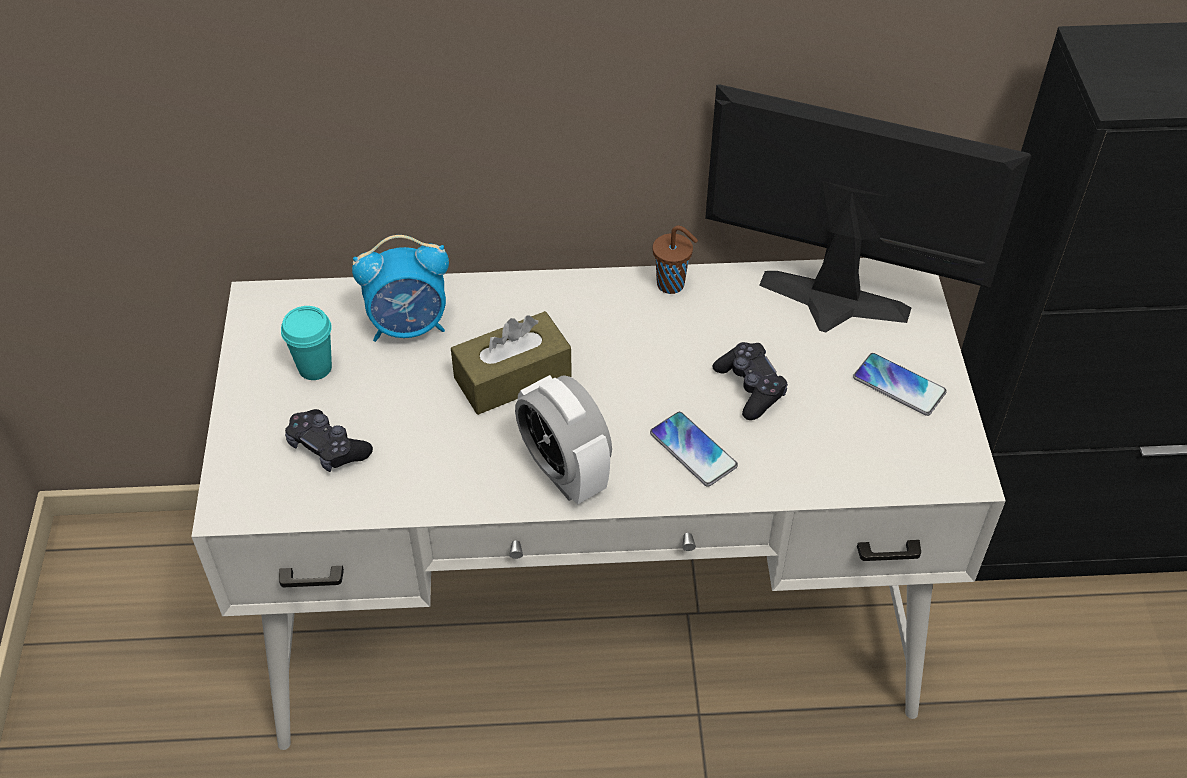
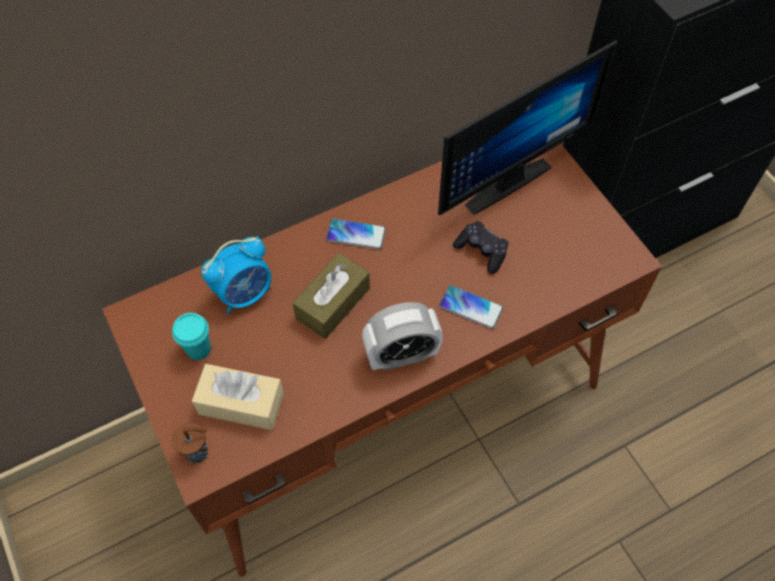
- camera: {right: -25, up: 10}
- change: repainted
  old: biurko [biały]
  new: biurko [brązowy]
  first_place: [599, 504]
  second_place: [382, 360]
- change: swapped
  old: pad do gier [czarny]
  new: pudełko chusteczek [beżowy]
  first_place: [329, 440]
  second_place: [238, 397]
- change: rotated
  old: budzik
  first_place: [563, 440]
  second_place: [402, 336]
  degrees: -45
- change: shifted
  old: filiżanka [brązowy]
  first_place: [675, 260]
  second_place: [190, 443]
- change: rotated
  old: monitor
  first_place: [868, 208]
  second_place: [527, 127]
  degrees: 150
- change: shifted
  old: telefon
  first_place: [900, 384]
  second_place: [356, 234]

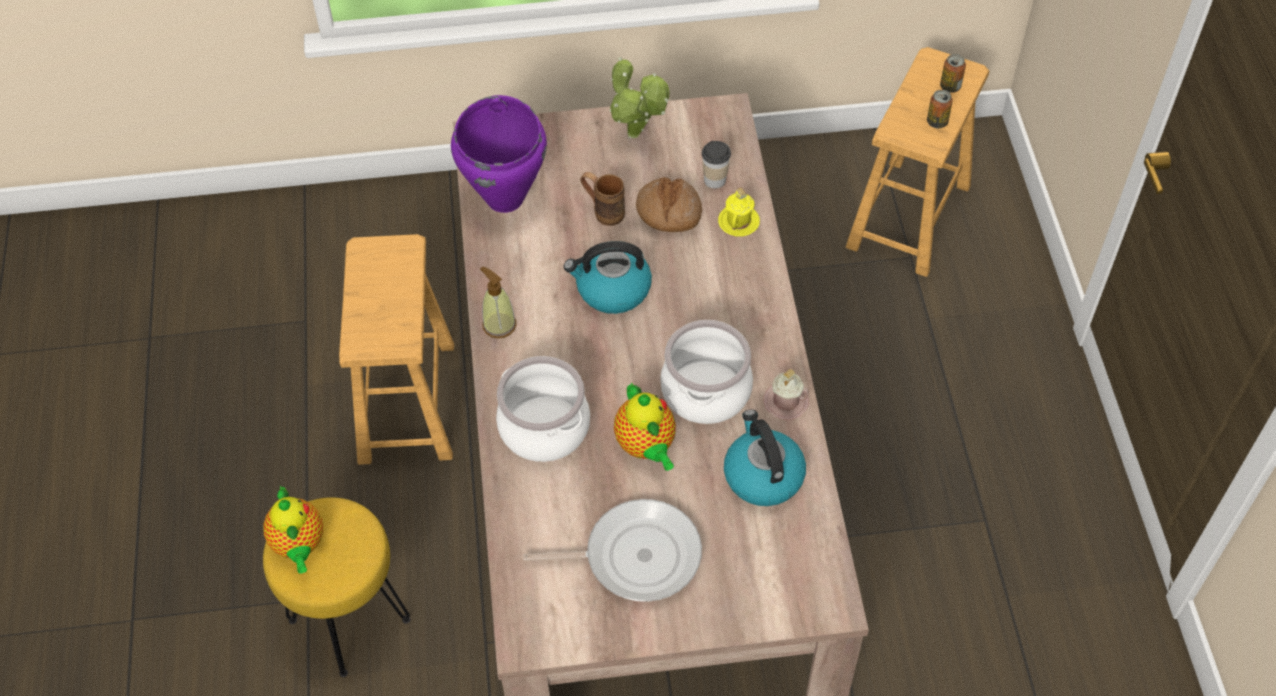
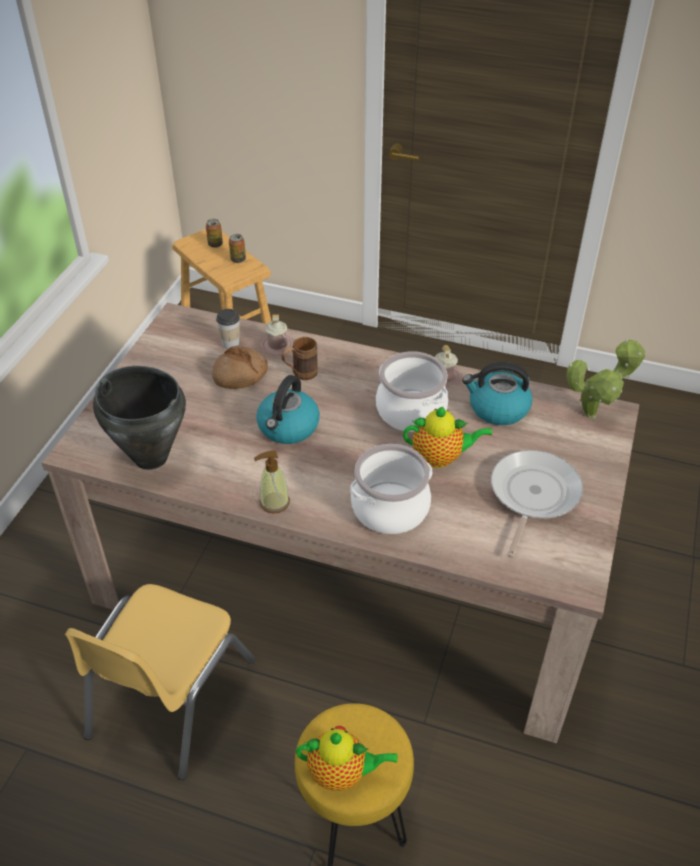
- camera: {right: -65, up: -10}
- change: swapped
  old: stołek [brązowy]
  new: krzesło [żółty]
  first_place: [396, 349]
  second_place: [160, 682]
- change: repainted
  old: garnek [fioletowy]
  new: garnek [czarny]
  first_place: [499, 154]
  second_place: [139, 418]
- change: shifted
  old: kubek [brązowy]
  first_place: [602, 199]
  second_place: [299, 358]
- change: shifted
  old: roślina doniczkowa
  first_place: [639, 97]
  second_place: [605, 379]
- change: repainted
  old: kubek [żółty]
  new: kubek [różowy]
  first_place: [739, 212]
  second_place: [277, 334]

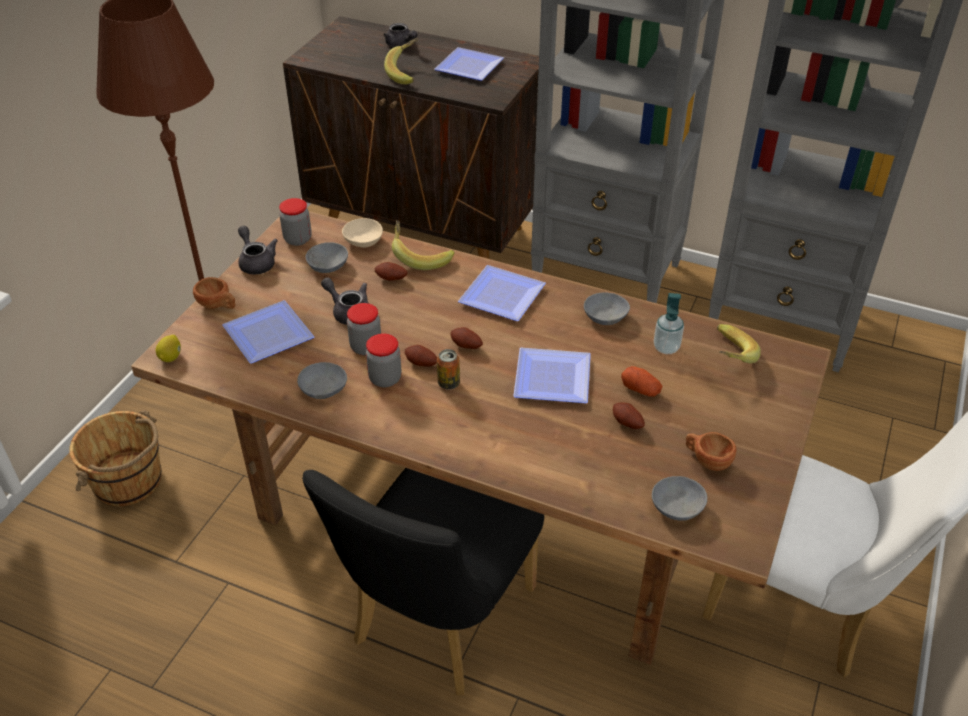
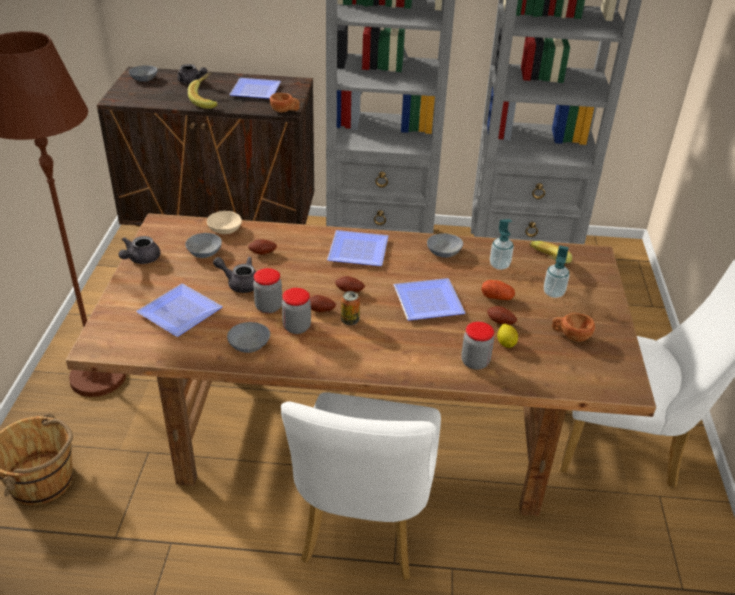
- camera: {right: -20, up: -5}
- change: shifted
  old: cytryna
  first_place: [168, 348]
  second_place: [507, 336]
- change: shifted
  old: filiżanka [brązowy]
  first_place: [214, 293]
  second_place: [285, 103]
- change: rotated
  old: imbryk [szary]
  first_place: [258, 250]
  second_place: [139, 250]
  degrees: -105
- change: shifted
  old: słoik
  first_place: [295, 222]
  second_place: [477, 346]
- change: repainted
  old: krzesło [czarny]
  new: krzesło [biały]
  first_place: [423, 581]
  second_place: [361, 486]
- change: gone
  old: banan
  first_place: [423, 245]
- change: shifted
  old: miska [szary]
  first_place: [679, 498]
  second_place: [143, 73]
- change: new
  new: dozownik mydła
  second_place: [557, 271]

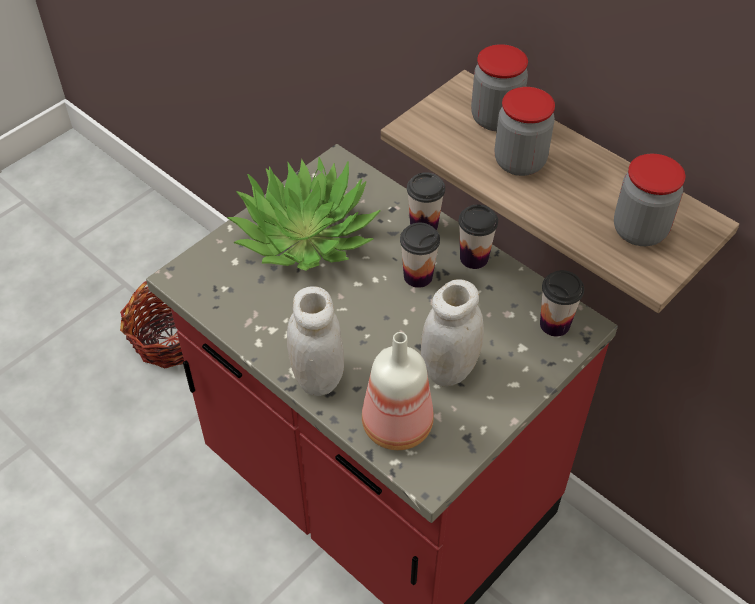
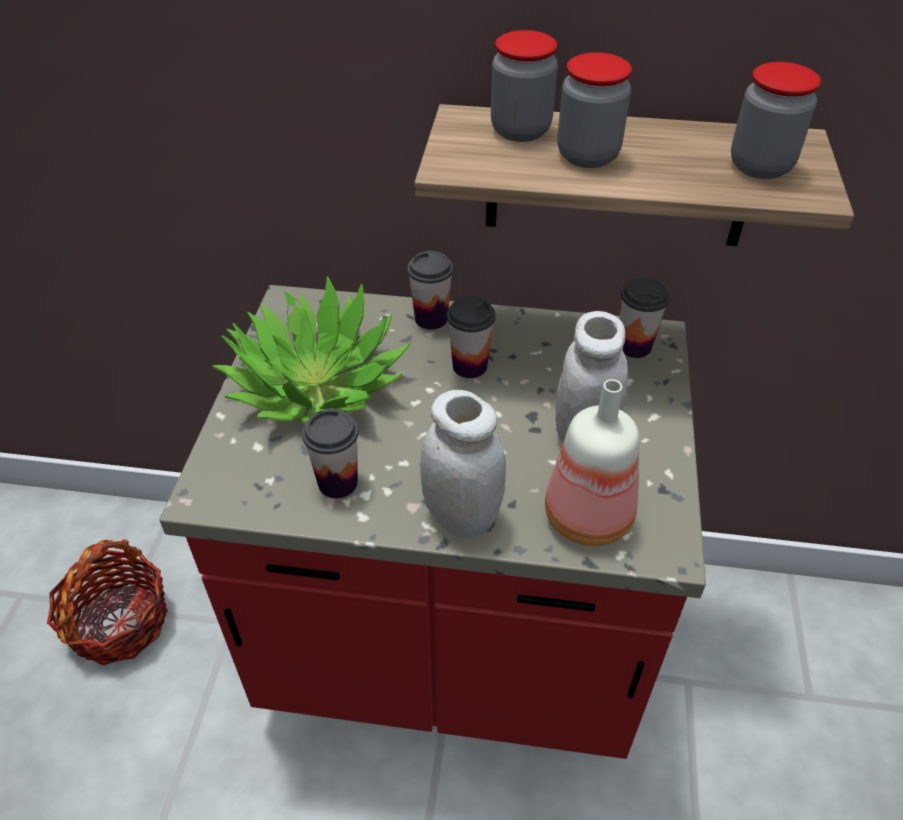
- camera: {right: -35, up: -5}
- change: shifted
  old: filiżanka
  first_place: [478, 236]
  second_place: [330, 453]

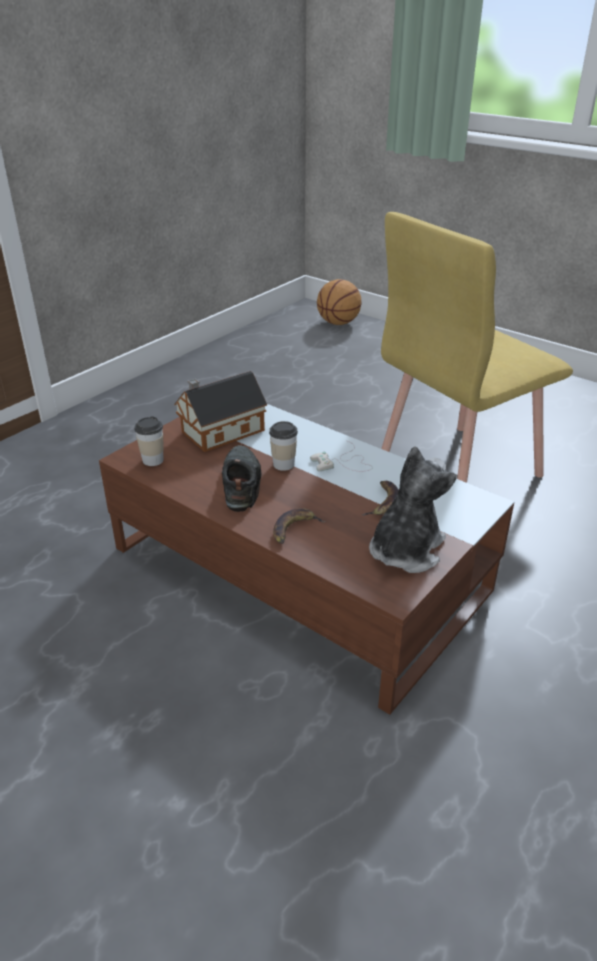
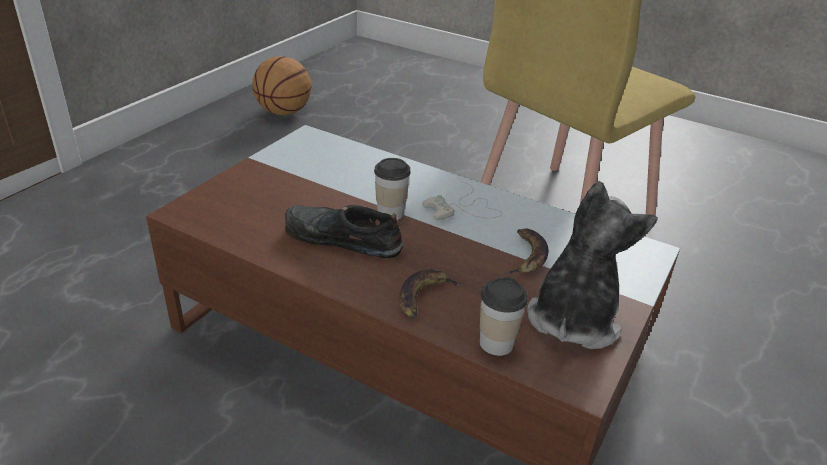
- camera: {right: -10, up: 0}
- change: shifted
  old: filiżanka
  first_place: [149, 441]
  second_place: [504, 316]
- change: gone
  old: domek
  first_place: [220, 411]
- change: rotated
  old: but [czarny]
  first_place: [241, 478]
  second_place: [344, 231]
  degrees: -60
- change: shifted
  old: piłka do koszykówki
  first_place: [339, 302]
  second_place: [282, 85]

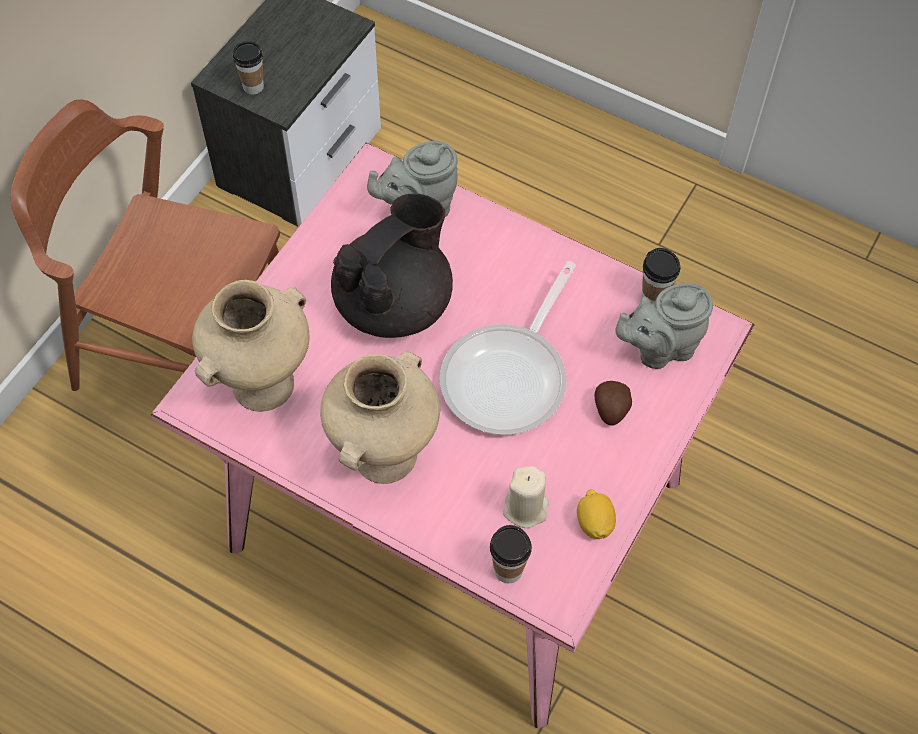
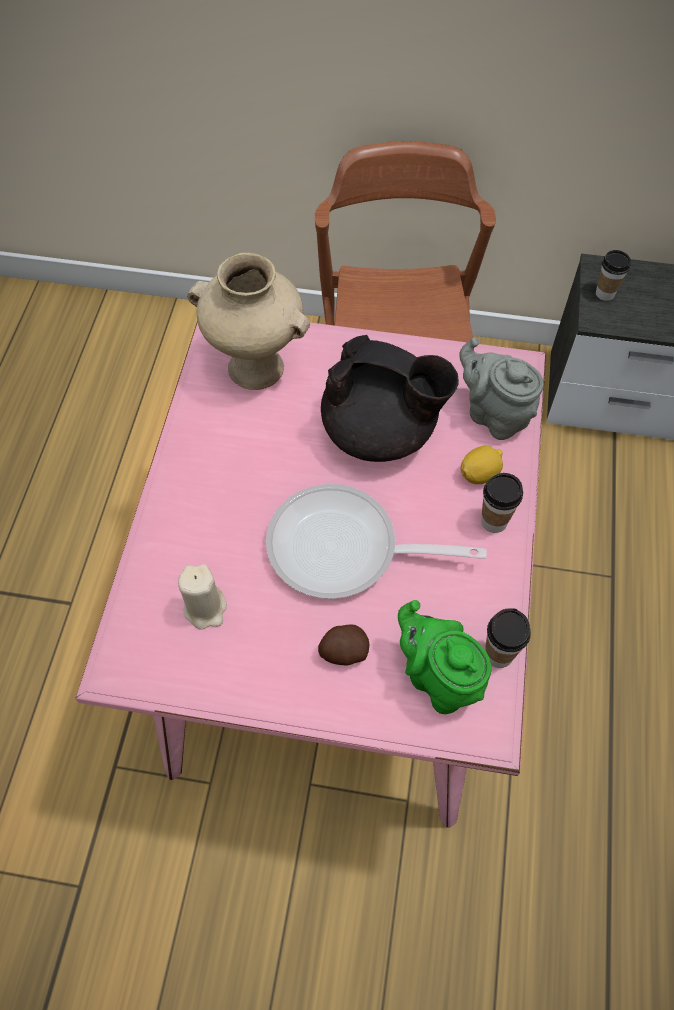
- camera: {right: 70, up: 0}
- change: gone
  old: wazon [beżowy]
  first_place: [380, 417]
- change: shifted
  old: filiżanka
  first_place: [511, 554]
  second_place: [502, 503]
- change: shifted
  old: cytryna
  first_place: [596, 514]
  second_place: [482, 465]
- change: repainted
  old: imbryk [szary]
  new: imbryk [zielony]
  first_place: [664, 326]
  second_place: [444, 657]

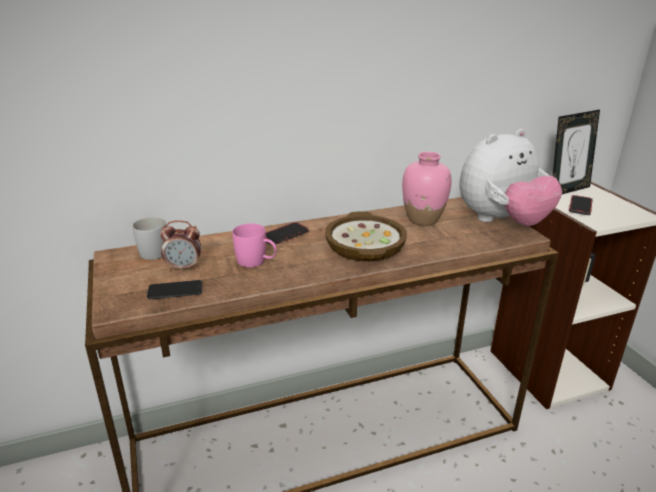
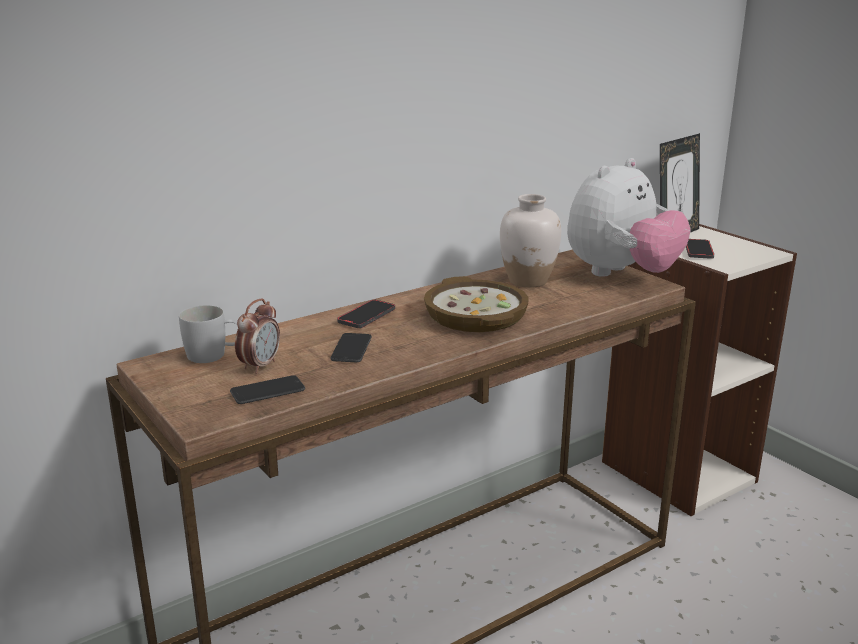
- camera: {right: -15, up: -5}
- change: rotated
  old: budzik
  first_place: [180, 245]
  second_place: [257, 336]
  degrees: -45
- change: swapped
  old: kubek [różowy]
  new: telefon
  first_place: [254, 245]
  second_place: [351, 347]
- change: repainted
  old: wazon [różowy]
  new: wazon [biały]
  first_place: [427, 189]
  second_place: [530, 241]

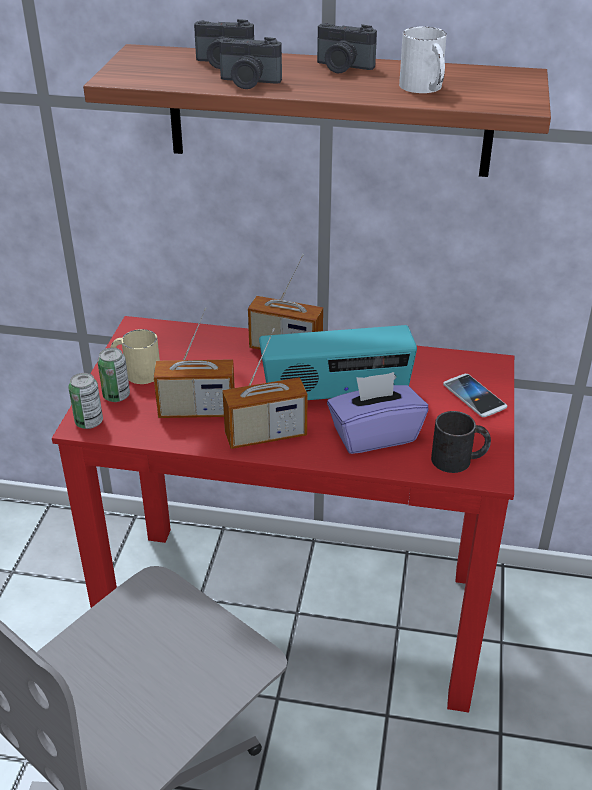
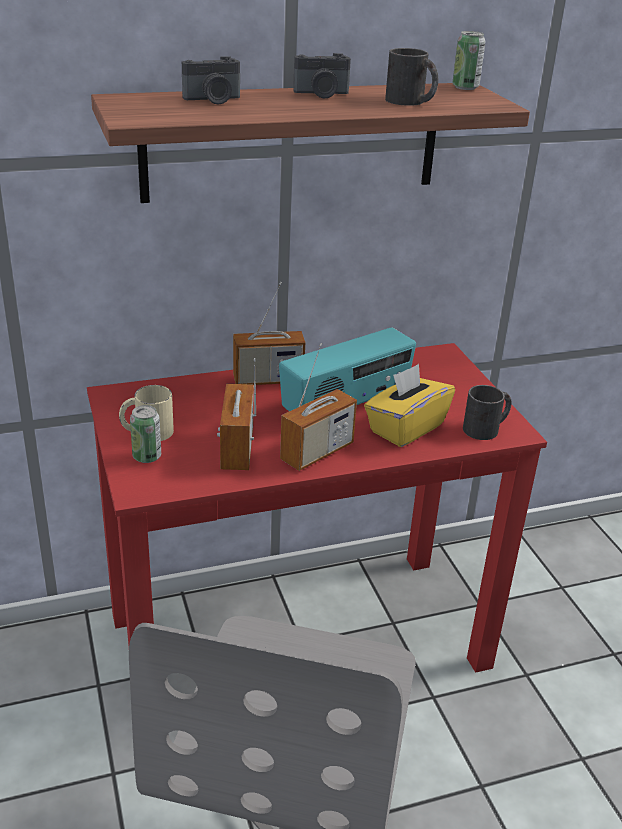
- camera: {right: -30, up: -5}
- change: shifted
  old: puszka
  first_place: [85, 401]
  second_place: [468, 60]
- change: rotated
  old: radio
  first_place: [194, 362]
  second_place: [236, 414]
  degrees: 120
- change: gone
  old: aparat fotograficzny
  first_place: [250, 63]
- change: repainted
  old: pudełko chusteczek [fioletowy]
  new: pudełko chusteczek [żółty]
  first_place: [377, 413]
  second_place: [409, 405]
- change: repainted
  old: kubek [biały]
  new: kubek [czarny]
  first_place: [423, 60]
  second_place: [411, 77]
- change: gone
  old: telefon
  first_place: [475, 395]

